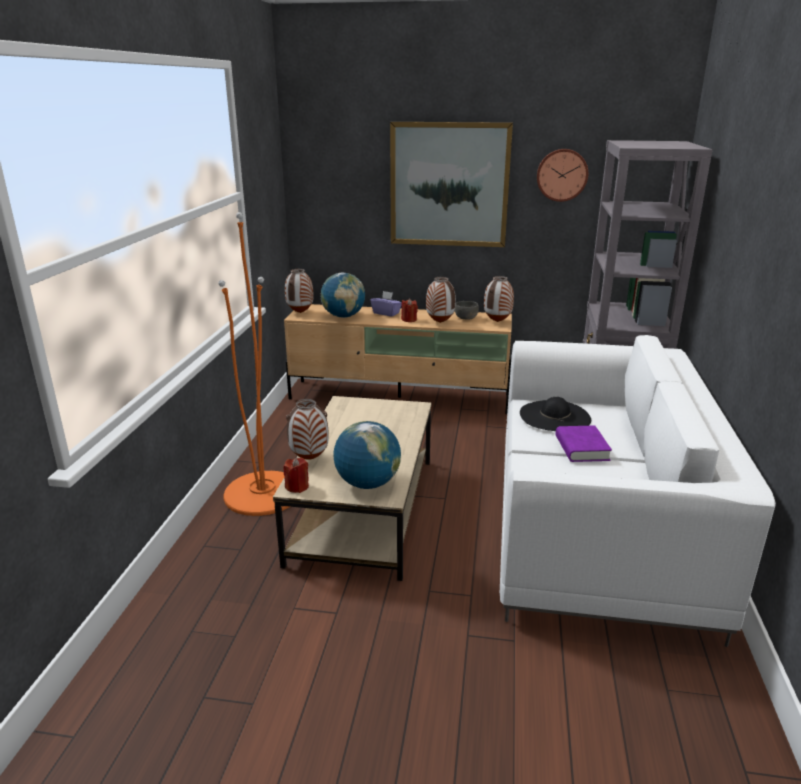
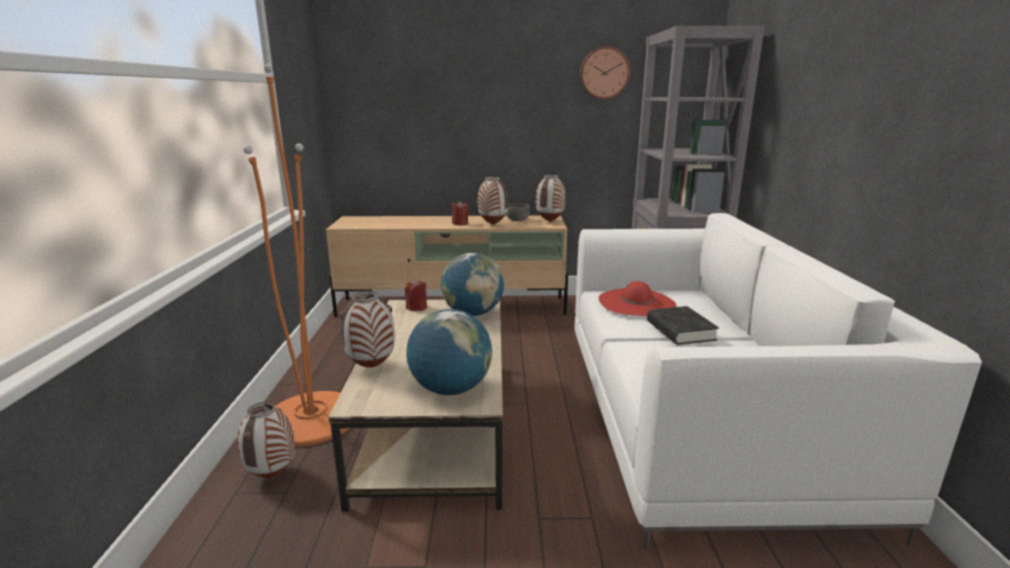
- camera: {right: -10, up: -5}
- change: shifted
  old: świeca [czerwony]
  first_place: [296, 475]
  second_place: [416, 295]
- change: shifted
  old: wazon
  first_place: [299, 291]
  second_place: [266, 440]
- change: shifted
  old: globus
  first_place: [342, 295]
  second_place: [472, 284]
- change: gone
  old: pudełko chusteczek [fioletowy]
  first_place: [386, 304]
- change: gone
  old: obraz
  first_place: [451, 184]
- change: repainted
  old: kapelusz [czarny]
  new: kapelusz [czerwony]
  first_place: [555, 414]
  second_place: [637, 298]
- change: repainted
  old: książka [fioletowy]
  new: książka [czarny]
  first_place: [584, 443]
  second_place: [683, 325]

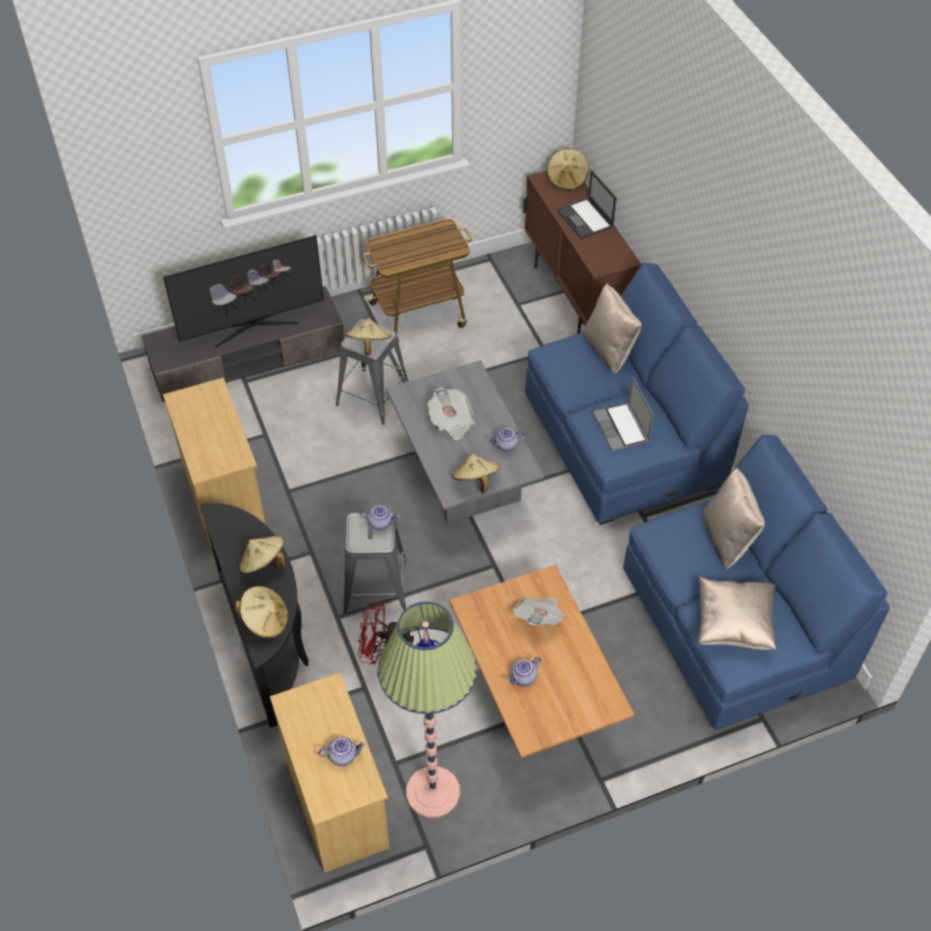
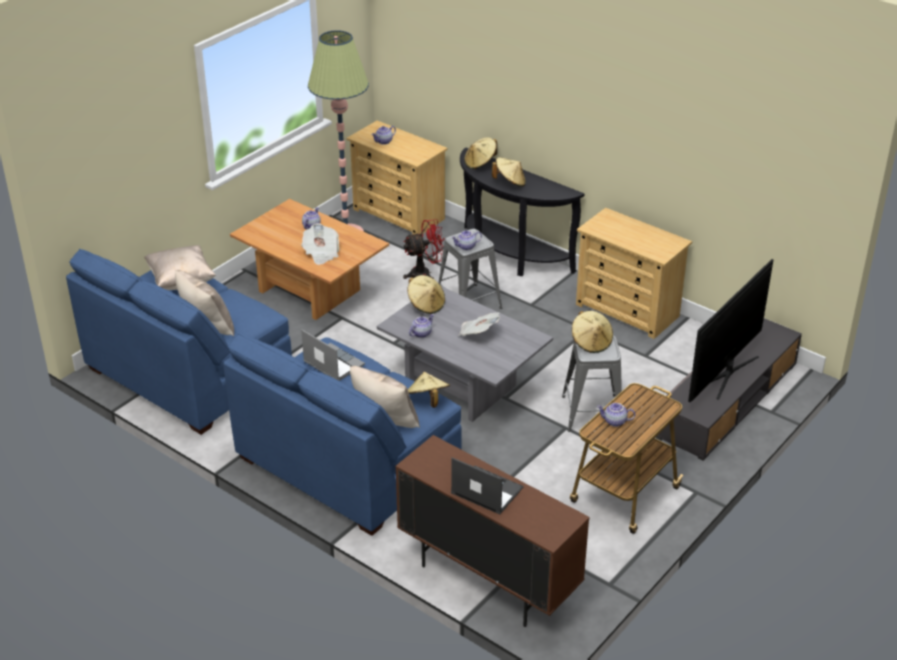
- camera: {right: 150, up: -15}
- change: shifted
  old: kapelusz [beżowy]
  first_place: [568, 169]
  second_place: [429, 390]
- change: new
  new: imbryk
  second_place: [616, 415]

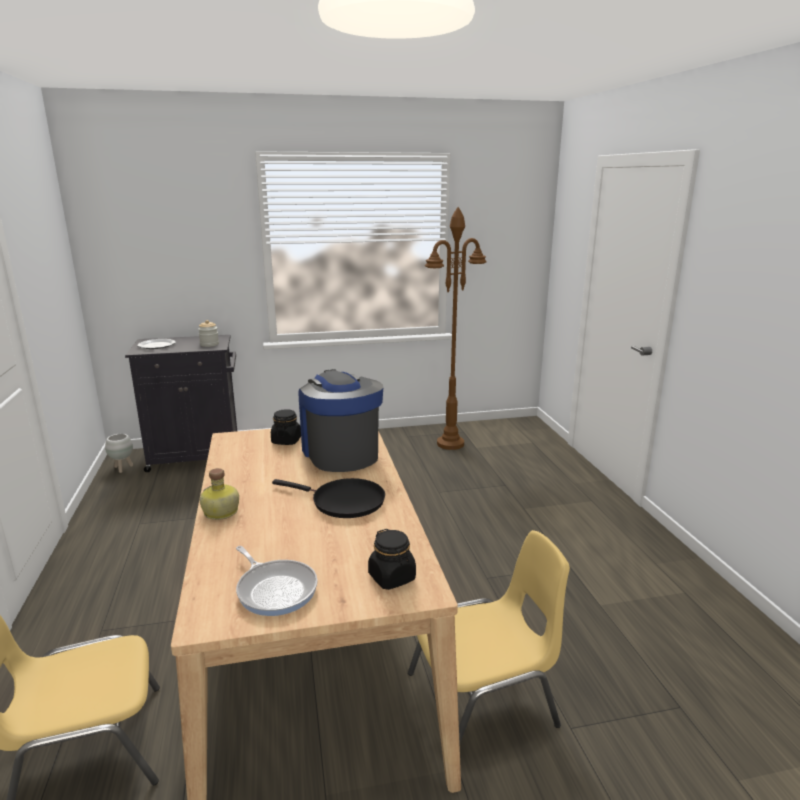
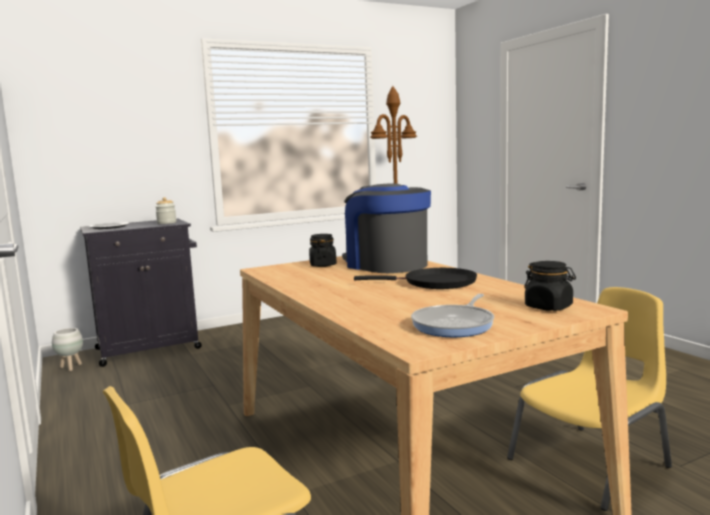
- camera: {right: -15, up: -10}
- change: gone
  old: butelka
  first_place: [219, 494]
- change: rotated
  old: patelnia
  first_place: [277, 581]
  second_place: [452, 315]
  degrees: 90

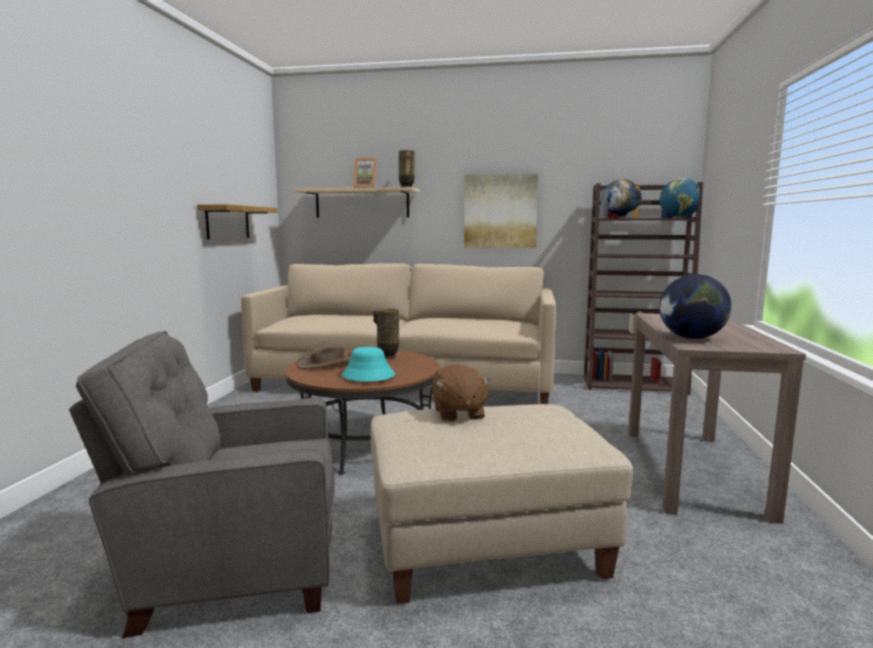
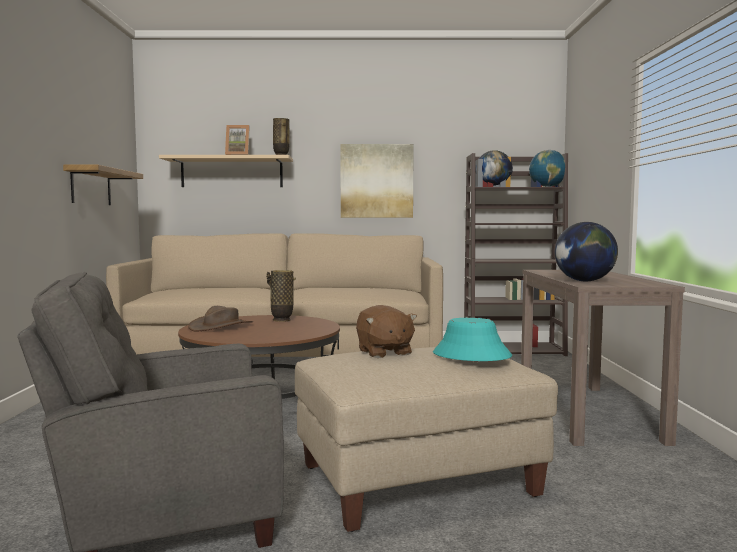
- camera: {right: -10, up: -5}
- change: shifted
  old: kapelusz [turkusowy]
  first_place: [368, 364]
  second_place: [472, 339]

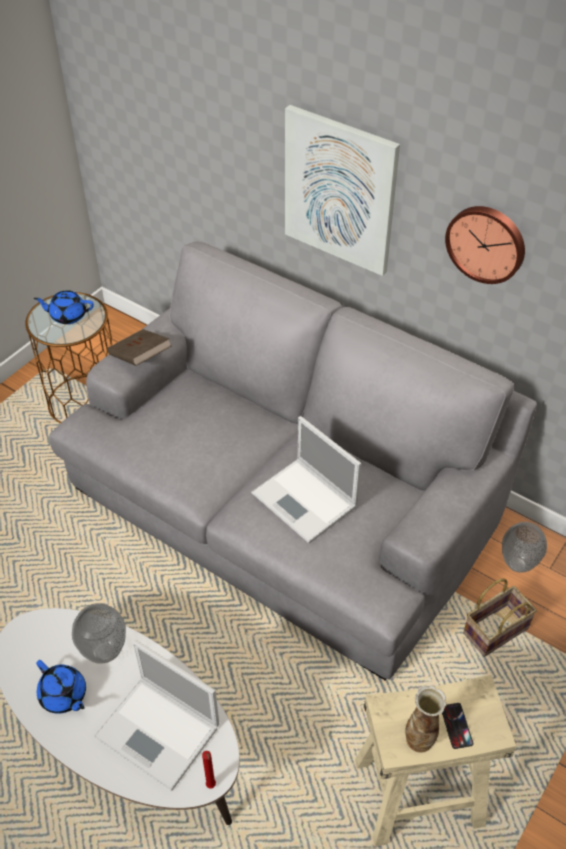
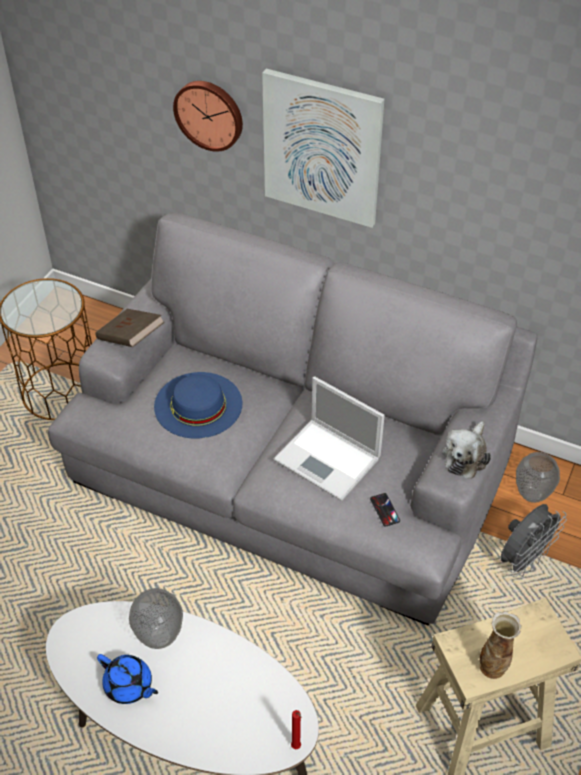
- camera: {right: -10, up: 0}
- change: gone
  old: imbryk [niebieski]
  first_place: [64, 307]
- change: gone
  old: laptop
  first_place: [156, 715]
- change: shifted
  old: telefon
  first_place: [457, 726]
  second_place: [385, 510]
- change: shifted
  old: zegar ścienny
  first_place: [485, 245]
  second_place: [208, 116]
- change: swapped
  old: koszyk
  new: wentylator [szary]
  first_place: [500, 617]
  second_place: [534, 540]
- change: new
  new: kapelusz [niebieski]
  second_place: [198, 405]
- change: new
  new: pluszak
  second_place: [466, 450]

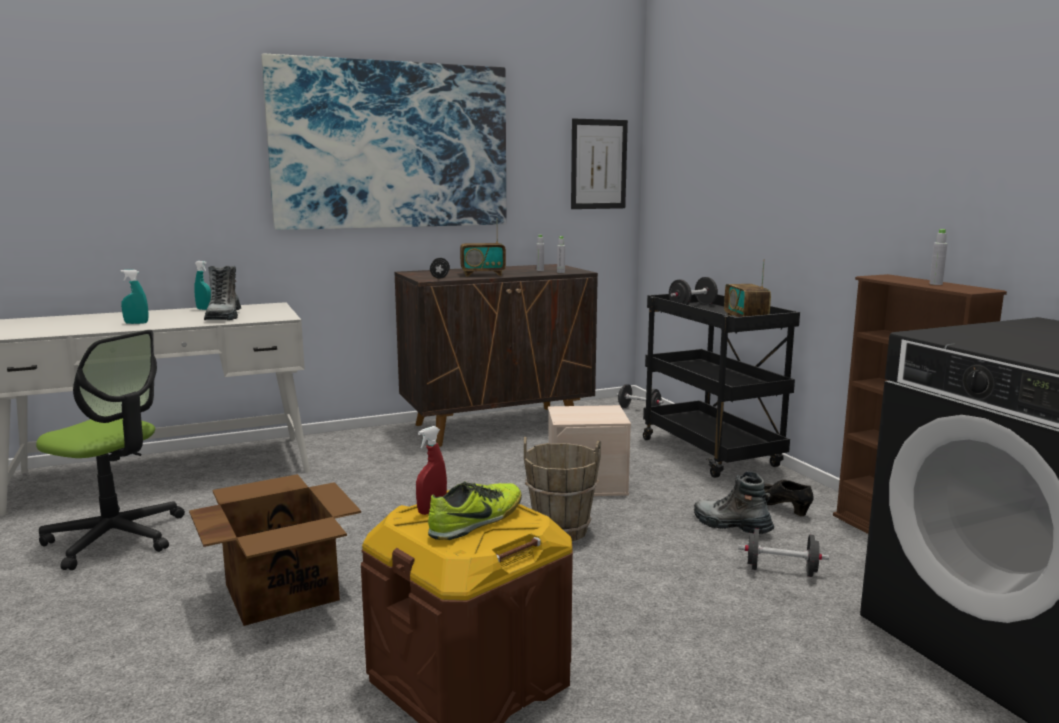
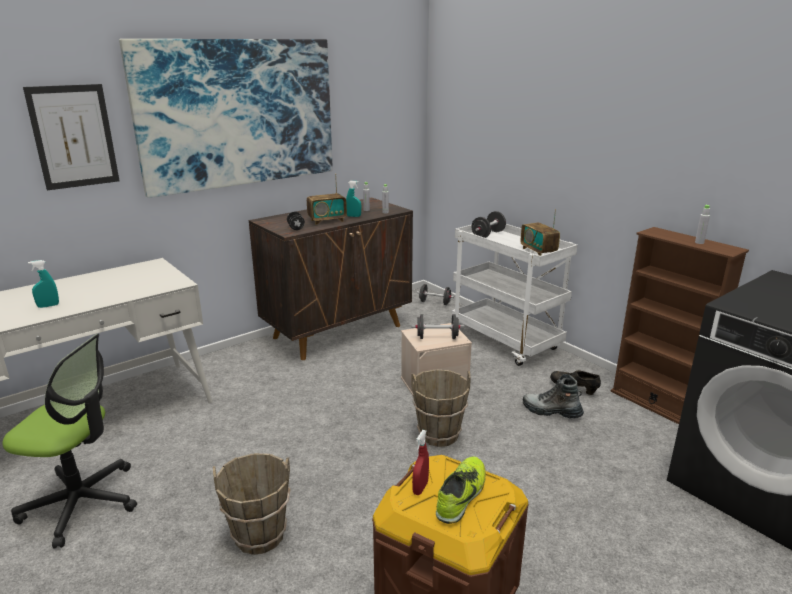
- camera: {right: -15, up: 10}
- change: swapped
  old: karton
  new: wiadro [brązowy]
  first_place: [275, 550]
  second_place: [252, 504]
- change: shifted
  old: spryskiwacz [turkusowy]
  first_place: [202, 285]
  second_place: [353, 199]
- change: gone
  old: but z cholewką
  first_place: [222, 293]
- change: shifted
  old: obraz
  first_place: [599, 163]
  second_place: [71, 137]
- change: repainted
  old: wózek [czarny]
  new: wózek [biały]
  first_place: [721, 386]
  second_place: [515, 295]
- change: shifted
  old: hantel [czarny]
  first_place: [783, 552]
  second_place: [438, 326]

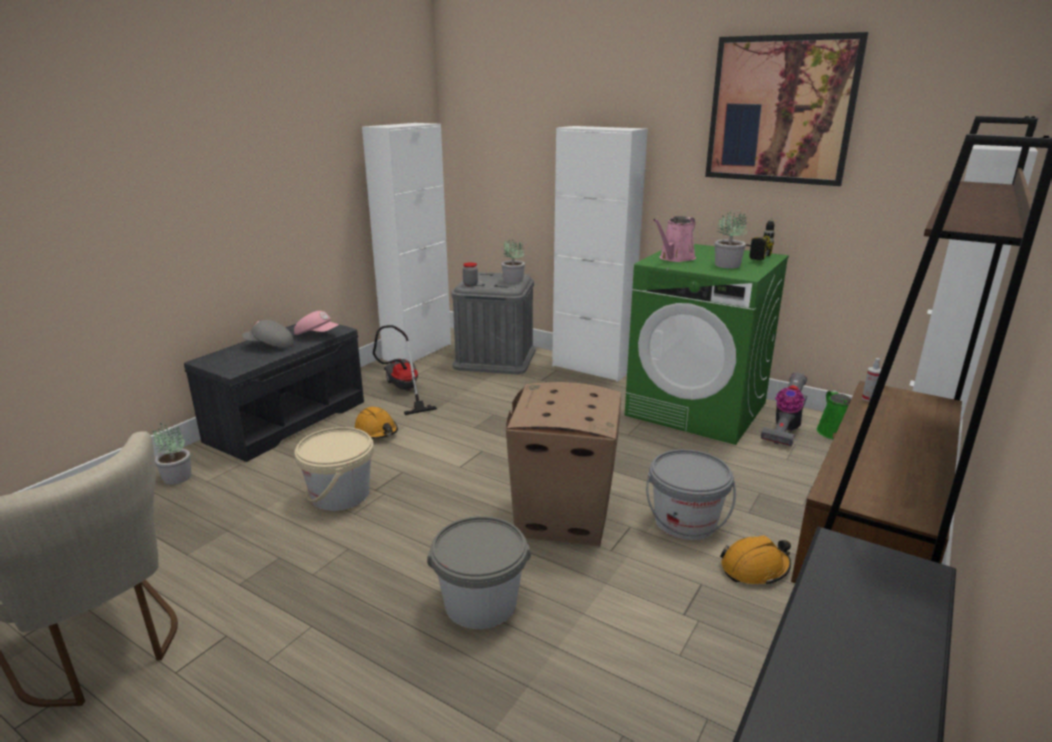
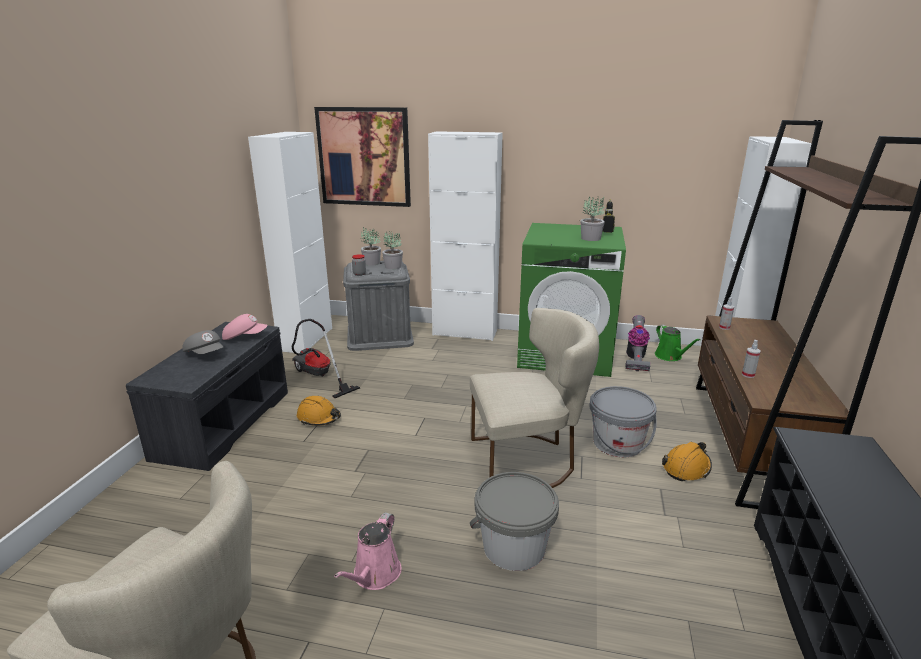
- camera: {right: -20, up: 0}
- change: shifted
  old: roślina doniczkowa
  first_place: [172, 454]
  second_place: [371, 246]
- change: rotated
  old: czapka z daszkiem [szary]
  first_place: [268, 334]
  second_place: [203, 342]
  degrees: -120
- change: gone
  old: wiadro [beżowy]
  first_place: [334, 469]
- change: swapped
  old: karton
  new: krzesło [beżowy]
  first_place: [563, 464]
  second_place: [534, 398]
- change: shifted
  old: konewka [różowy]
  first_place: [674, 239]
  second_place: [367, 551]
- change: shifted
  old: obraz
  first_place: [787, 109]
  second_place: [362, 157]
- change: new
  new: spryskiwacz
  second_place: [751, 359]

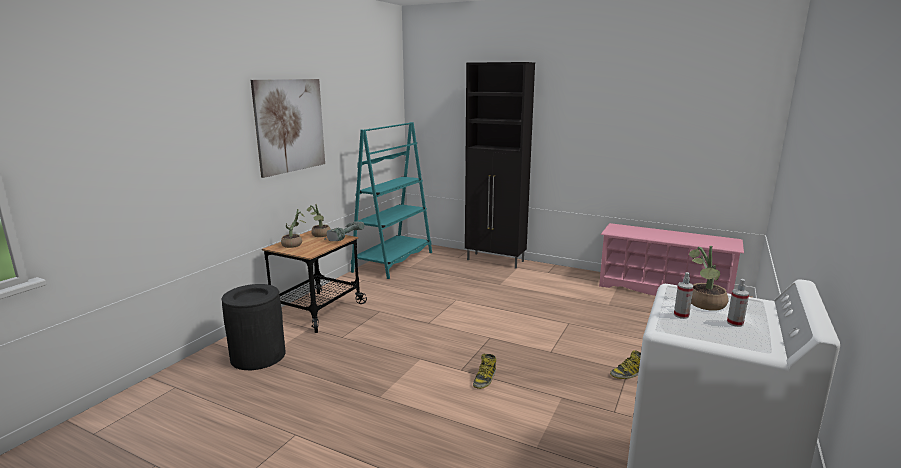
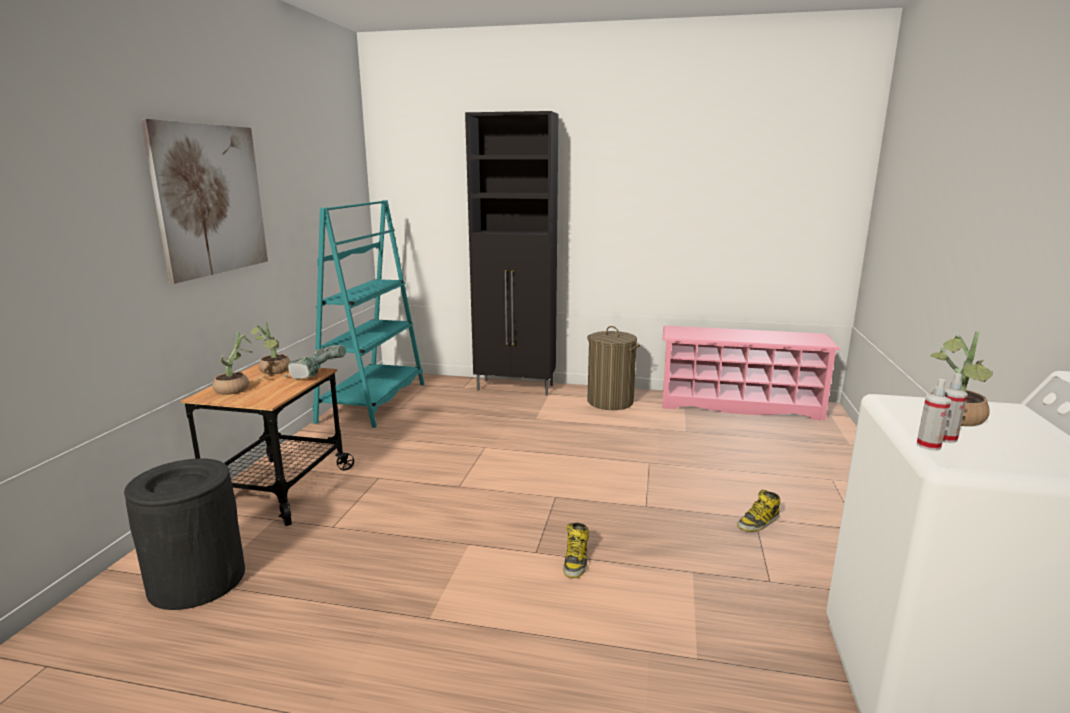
- camera: {right: -15, up: 0}
- change: shifted
  old: spryskiwacz
  first_place: [738, 303]
  second_place: [933, 415]
- change: new
  new: kosz na pranie
  second_place: [613, 368]

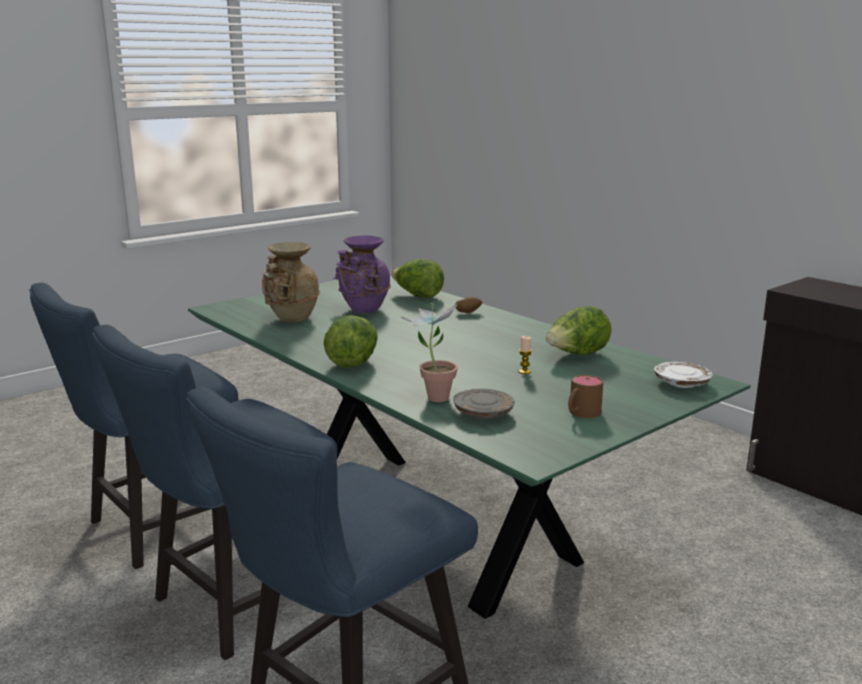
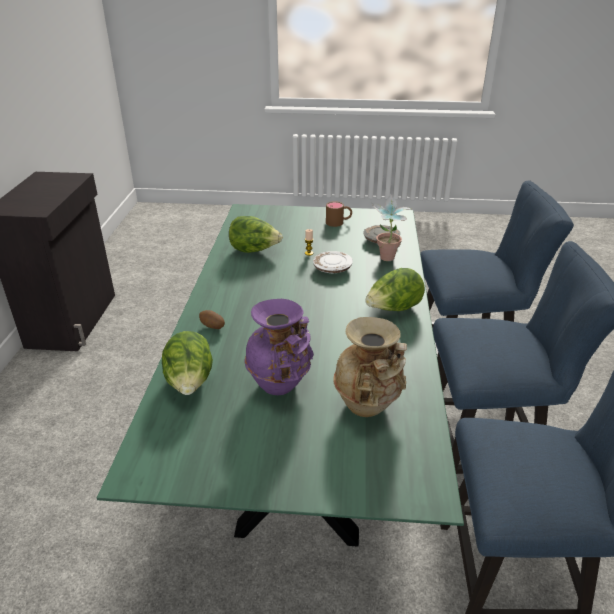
- camera: {right: -135, up: 15}
- change: shifted
  old: talerz [biały]
  first_place: [683, 375]
  second_place: [333, 262]

